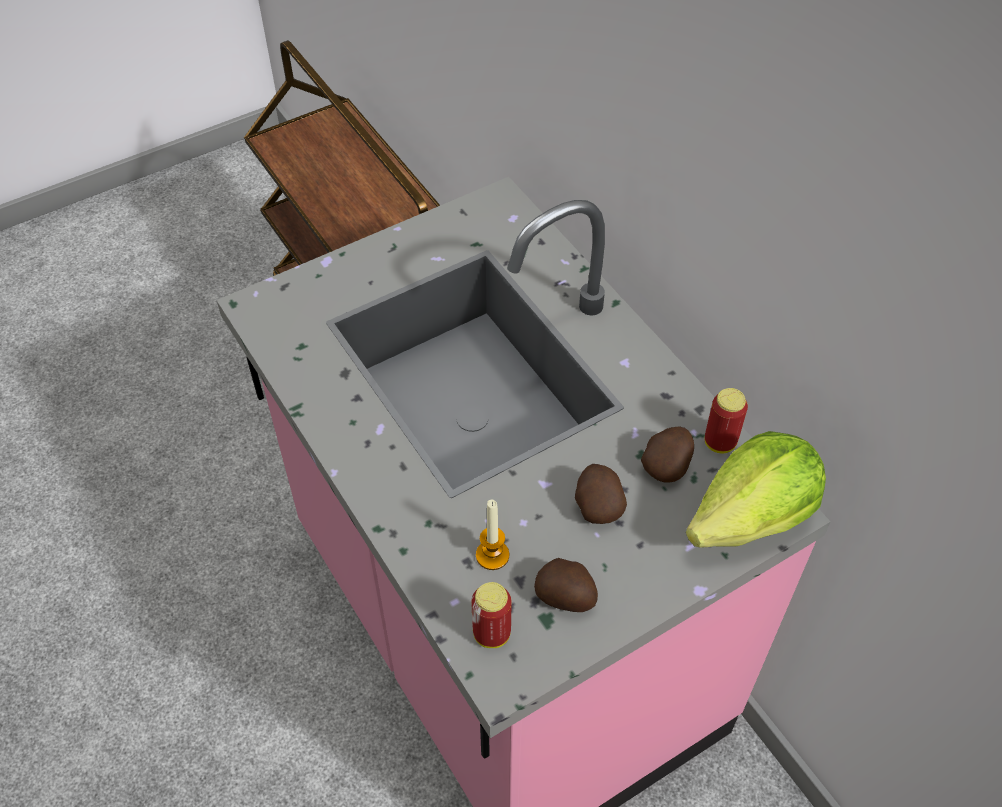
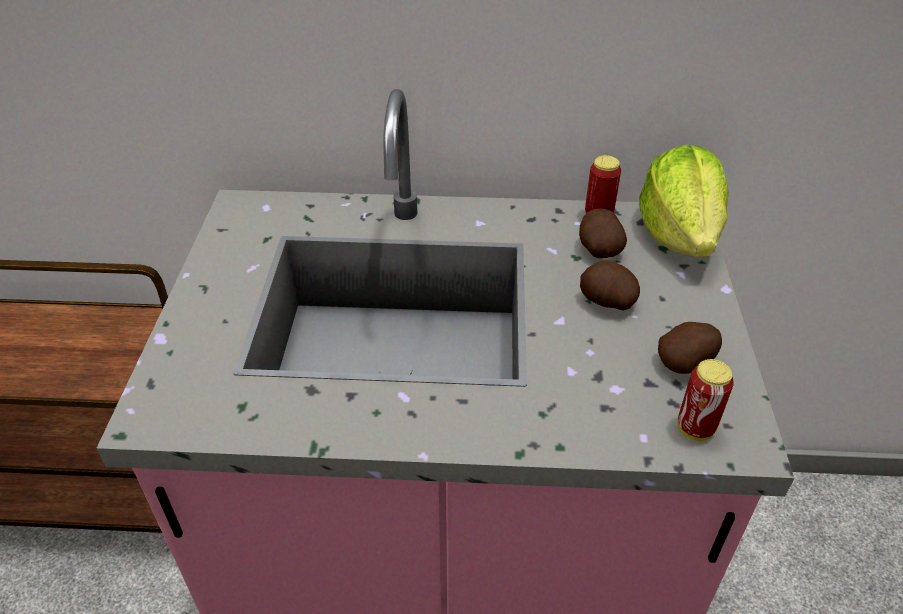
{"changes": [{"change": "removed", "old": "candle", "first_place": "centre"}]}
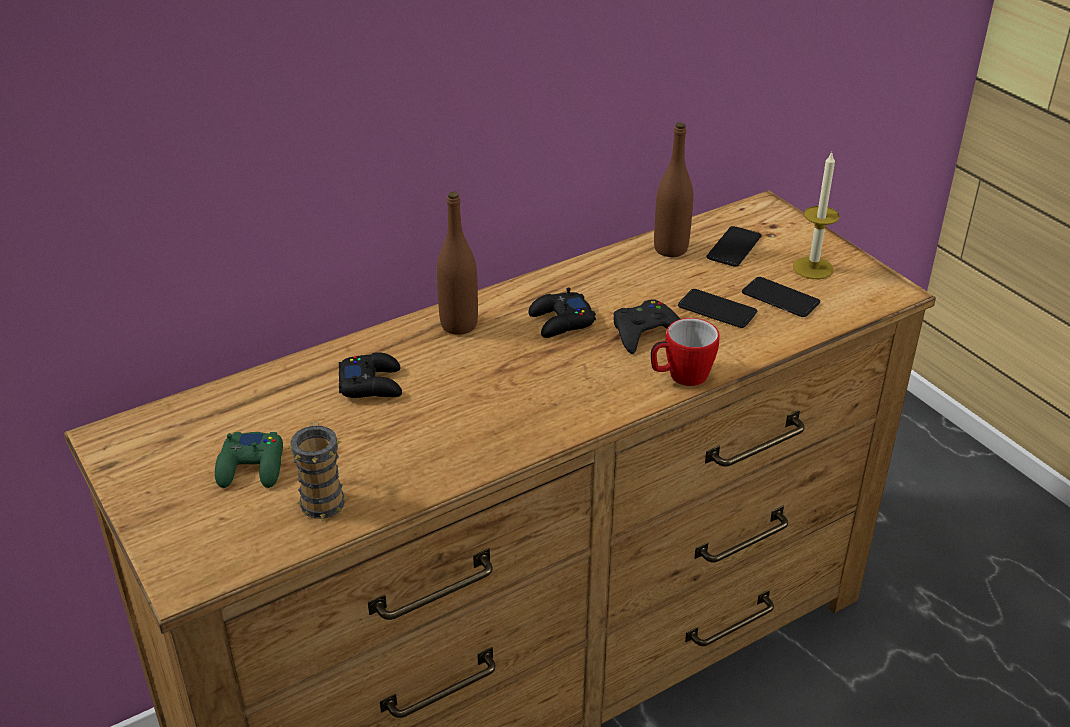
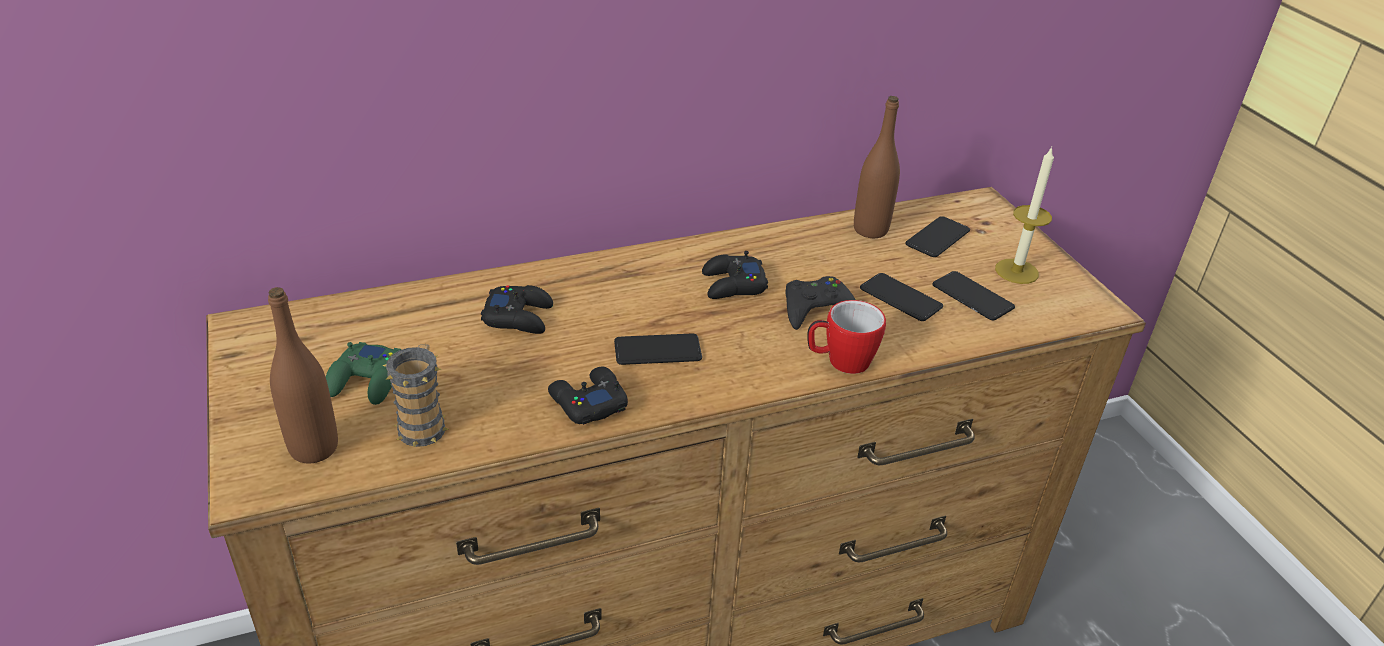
{"changes": [{"change": "moved", "old": "bottle (brown) (1st from left)", "first_place": "centre", "second_place": "middle left"}, {"change": "added", "new": "game controller (blackish) (2nd from left)", "second_place": "centre"}, {"change": "added", "new": "handset (1st from left)", "second_place": "centre"}]}
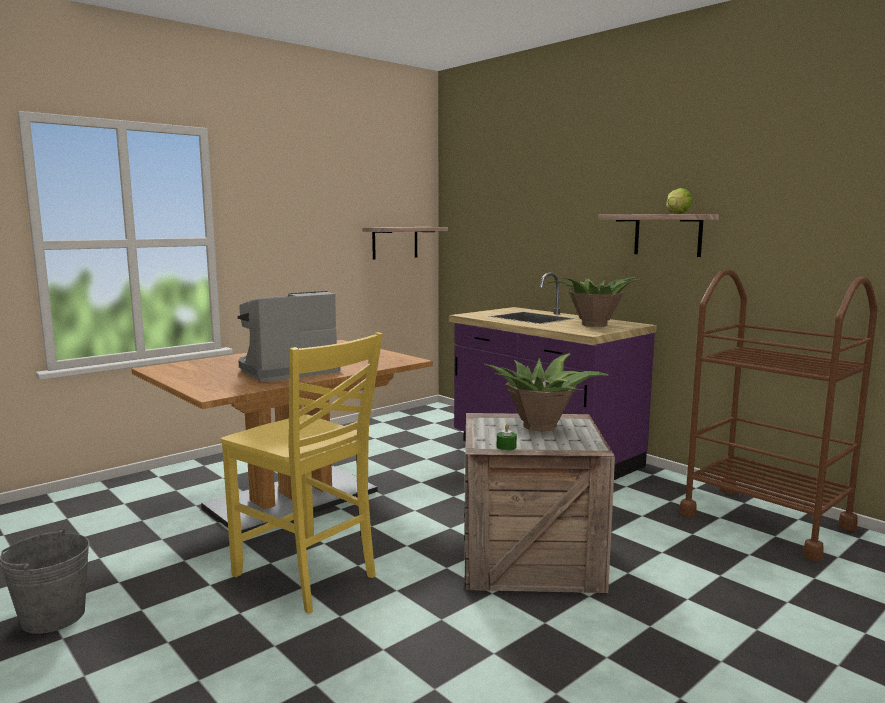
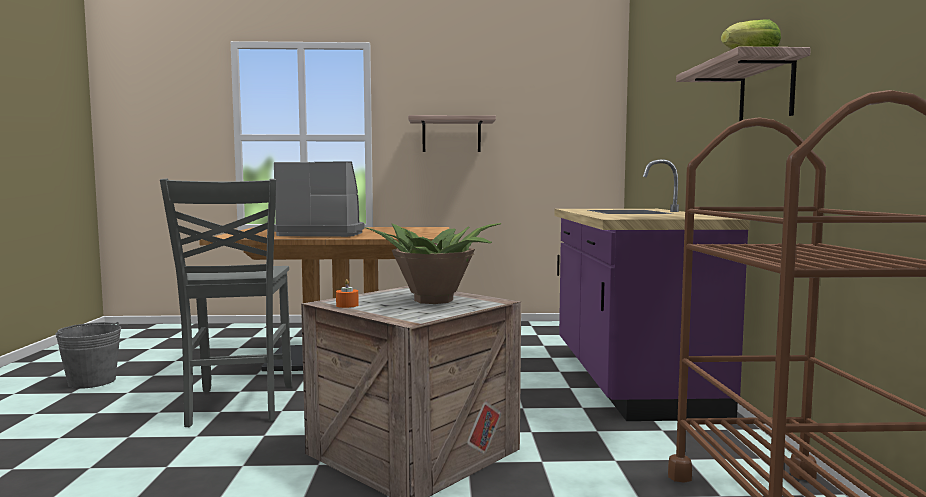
{"changes": [{"change": "recoloured", "old": "plain chair (yellow)", "new": "plain chair (greyish)", "first_place": "bottom centre", "second_place": "middle left"}, {"change": "recoloured", "old": "candle (green-coloured)", "new": "candle (orangey)", "first_place": "centre", "second_place": "centre"}, {"change": "moved", "old": "bracket shelf (1st from left)", "first_place": "centre", "second_place": "top centre"}, {"change": "removed", "old": "potted plant (2nd from left)", "first_place": "middle right"}]}
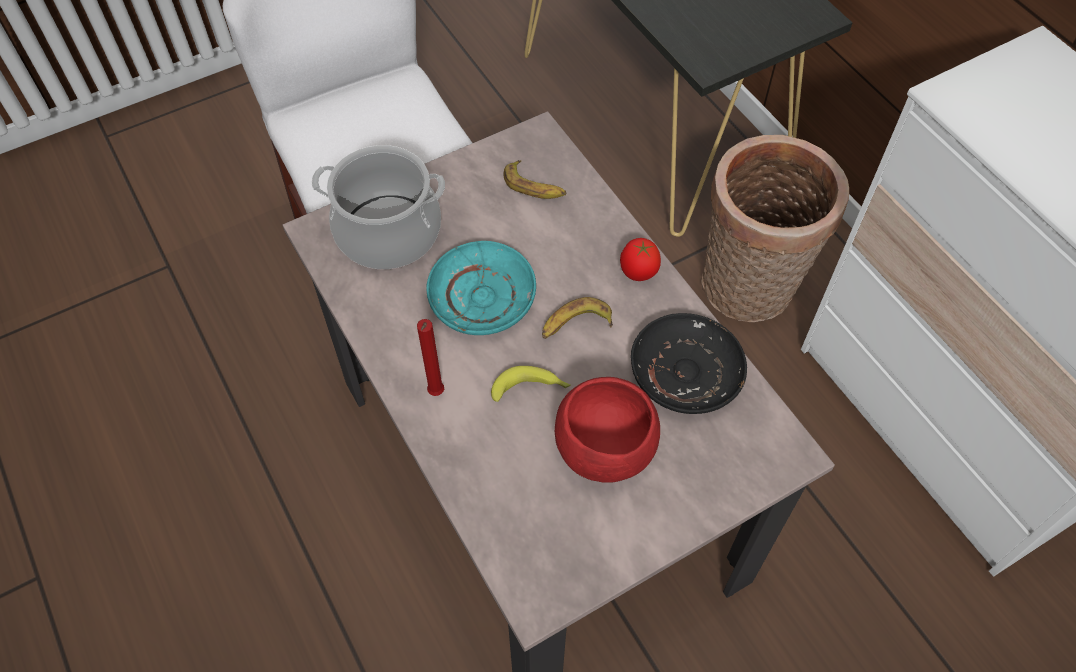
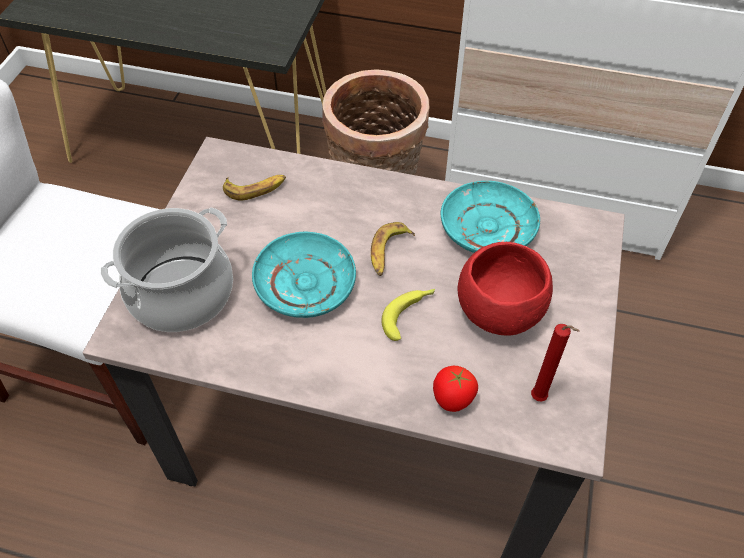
{"changes": [{"change": "moved", "old": "whole tomato", "first_place": "centre", "second_place": "bottom centre"}, {"change": "recoloured", "old": "dinner plate (blackish)", "new": "dinner plate (blue-green) (2nd from left)", "first_place": "centre", "second_place": "centre"}, {"change": "moved", "old": "candle (reddish)", "first_place": "centre", "second_place": "middle right"}]}
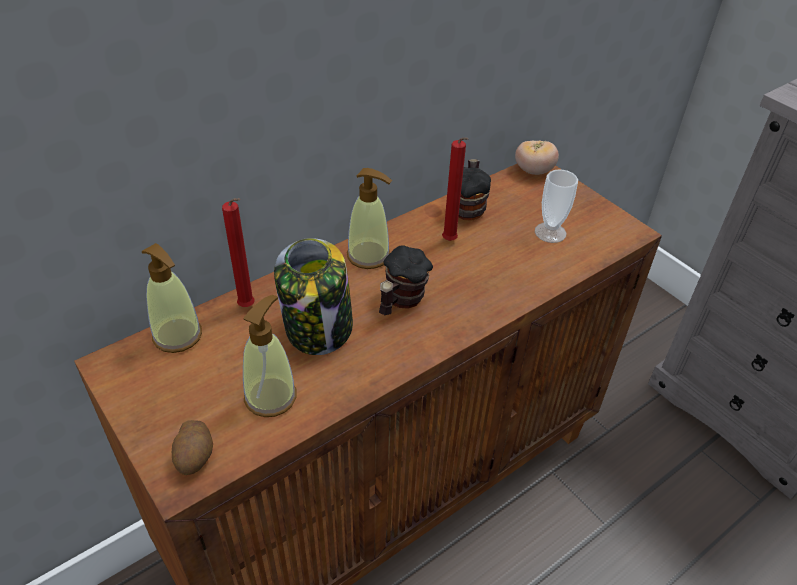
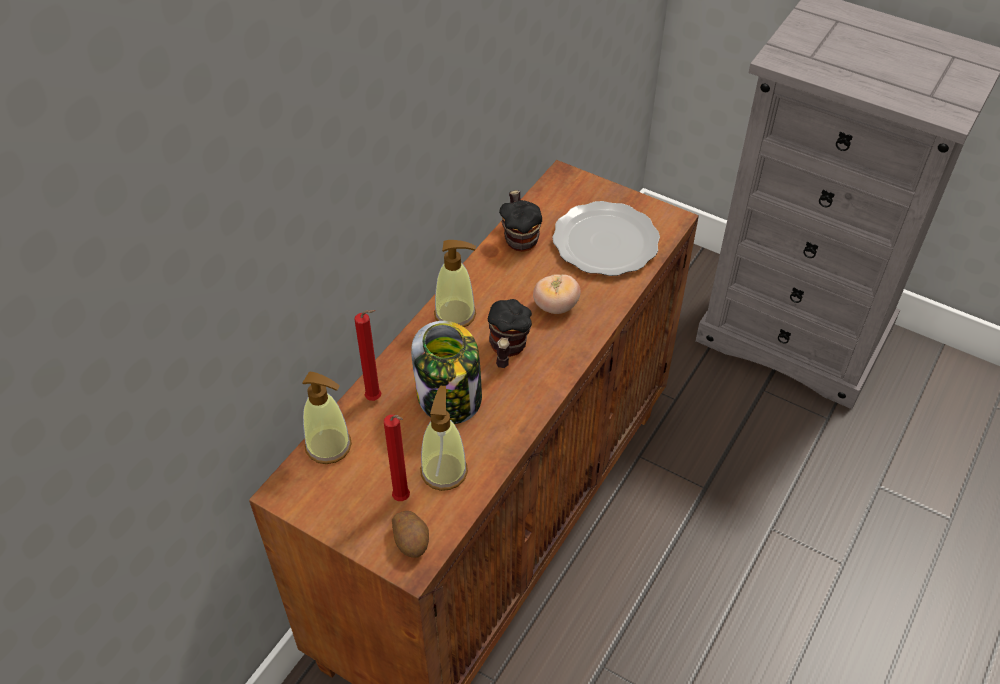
{"changes": [{"change": "moved", "old": "candle (reddish) (2nd from left)", "first_place": "top centre", "second_place": "bottom centre"}, {"change": "moved", "old": "whole tomato", "first_place": "top right", "second_place": "centre"}, {"change": "replaced", "old": "cup", "new": "dinner plate", "first_place": "middle right", "second_place": "centre"}]}
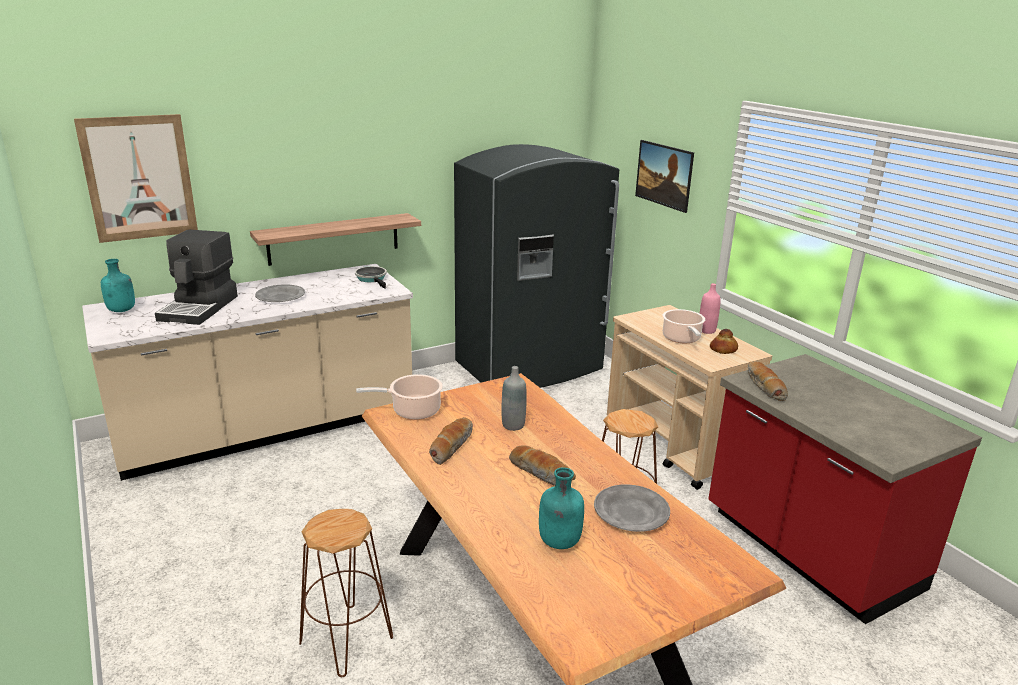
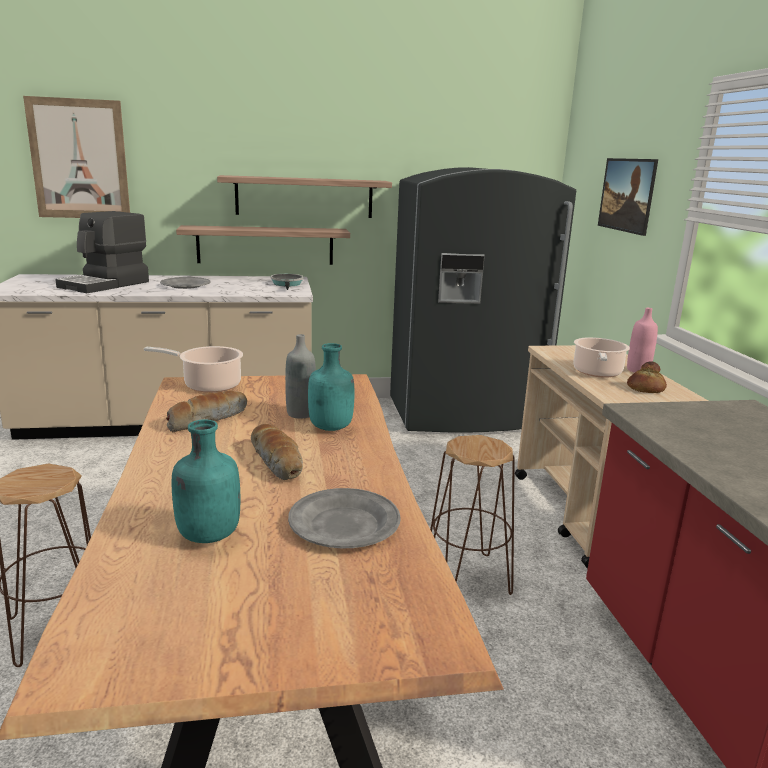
{"changes": [{"change": "added", "new": "bracket shelf (2nd from left)", "second_place": "top centre"}, {"change": "moved", "old": "bottle (blue-green) (1st from left in the first image)", "new": "bottle (blue-green) (2nd from left)", "first_place": "middle left", "second_place": "centre"}, {"change": "removed", "old": "baked bread (4th from left)", "first_place": "middle right"}]}
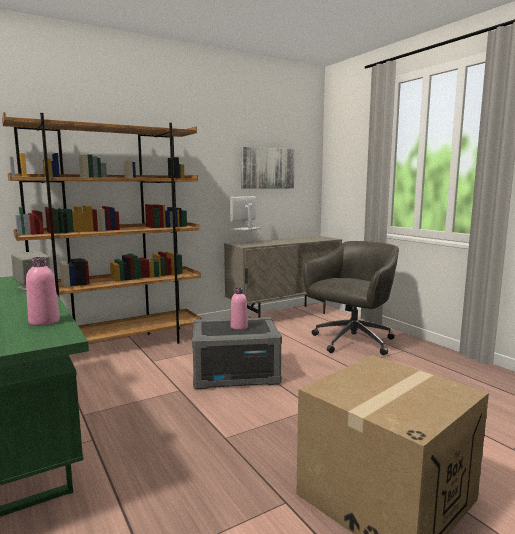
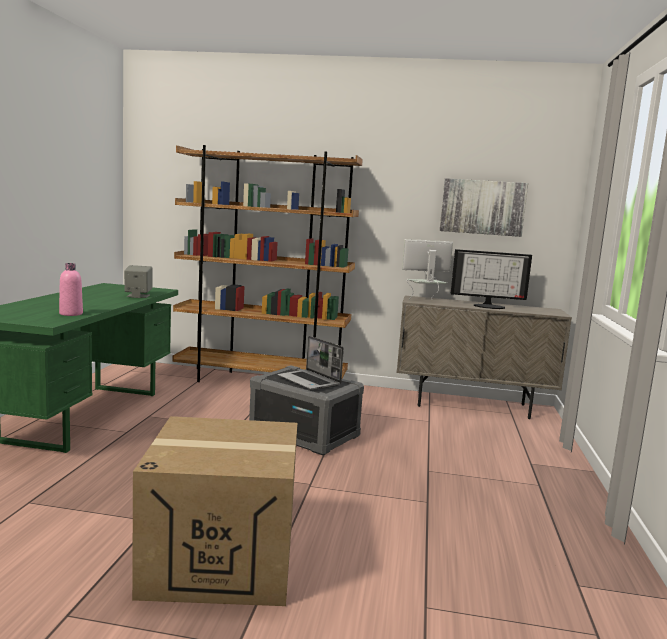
{"changes": [{"change": "replaced", "old": "bottle (pink-coloured) (2nd from left)", "new": "notebook computer", "first_place": "centre", "second_place": "centre"}, {"change": "added", "new": "computer screen (2nd from left)", "second_place": "middle right"}, {"change": "removed", "old": "office chair (greyish)", "first_place": "middle right"}]}
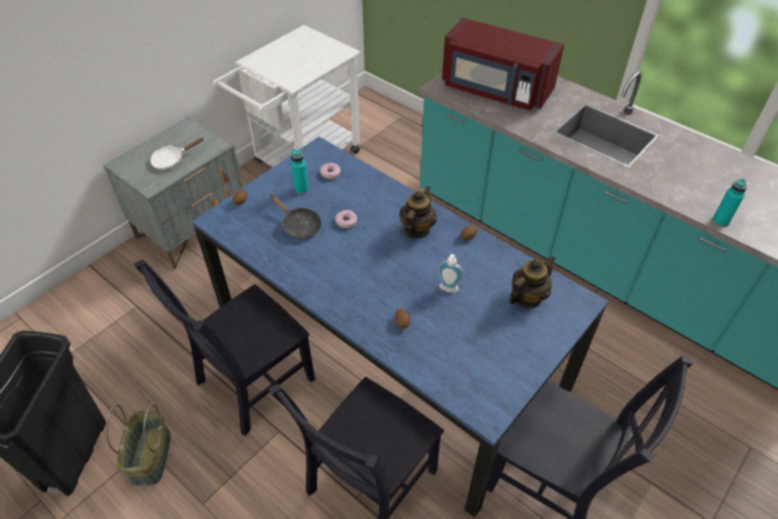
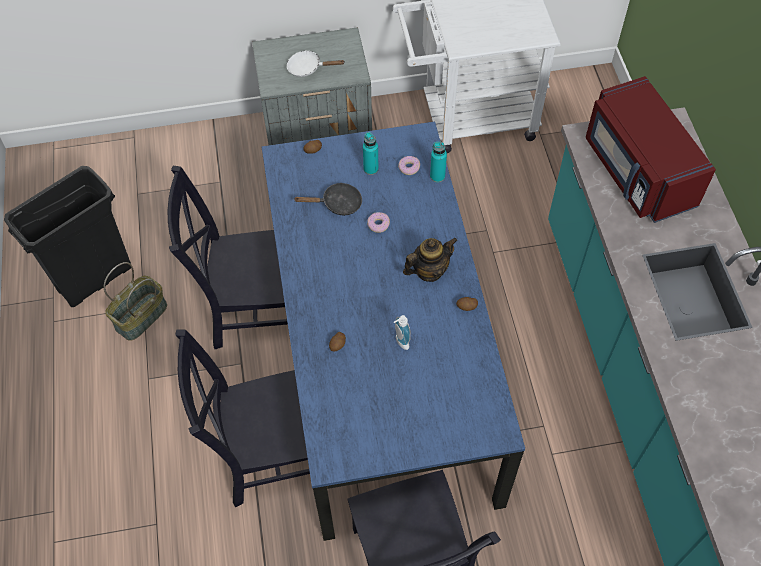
{"changes": [{"change": "turned", "old": "pan (blackish)", "first_place": "centre", "second_place": "centre", "degrees": -90}, {"change": "moved", "old": "bottle (blue-green) (2nd from left)", "first_place": "middle right", "second_place": "top centre"}, {"change": "removed", "old": "tea pot (2nd from left)", "first_place": "middle right"}]}
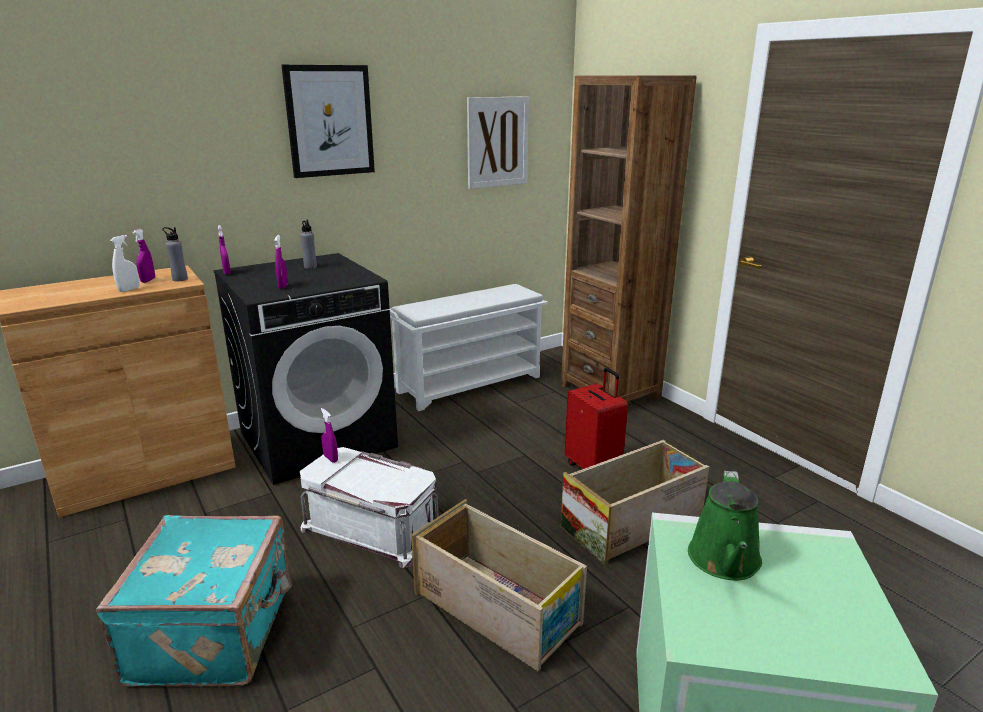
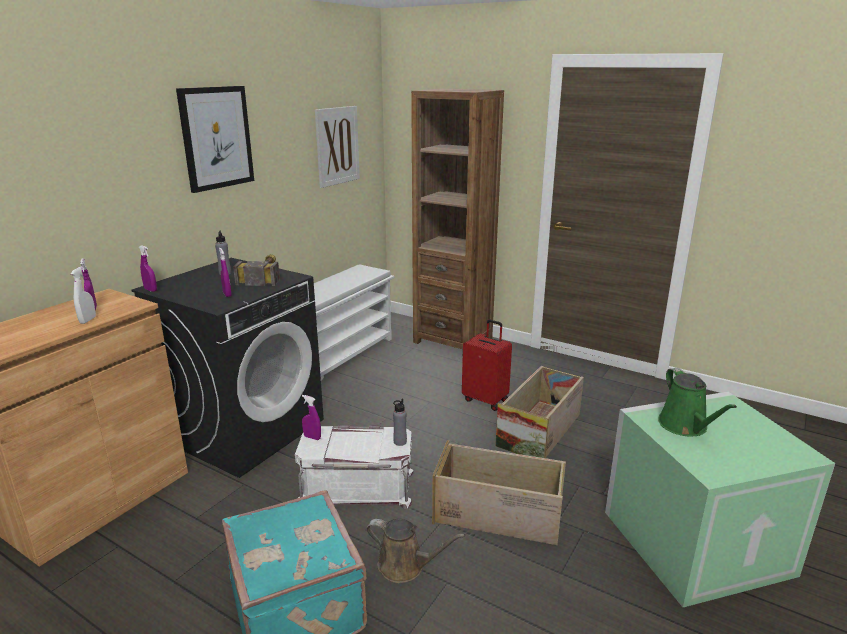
{"changes": [{"change": "added", "new": "hammer", "second_place": "middle left"}, {"change": "added", "new": "watering can (brown)", "second_place": "bottom centre"}, {"change": "moved", "old": "bottle (greyish) (1st from left in the first image)", "new": "bottle (greyish) (2nd from left)", "first_place": "middle left", "second_place": "centre"}]}
